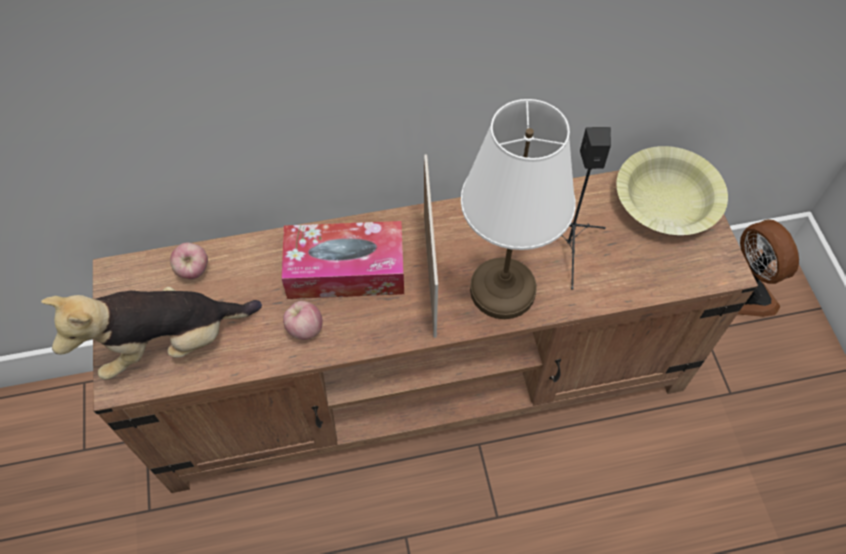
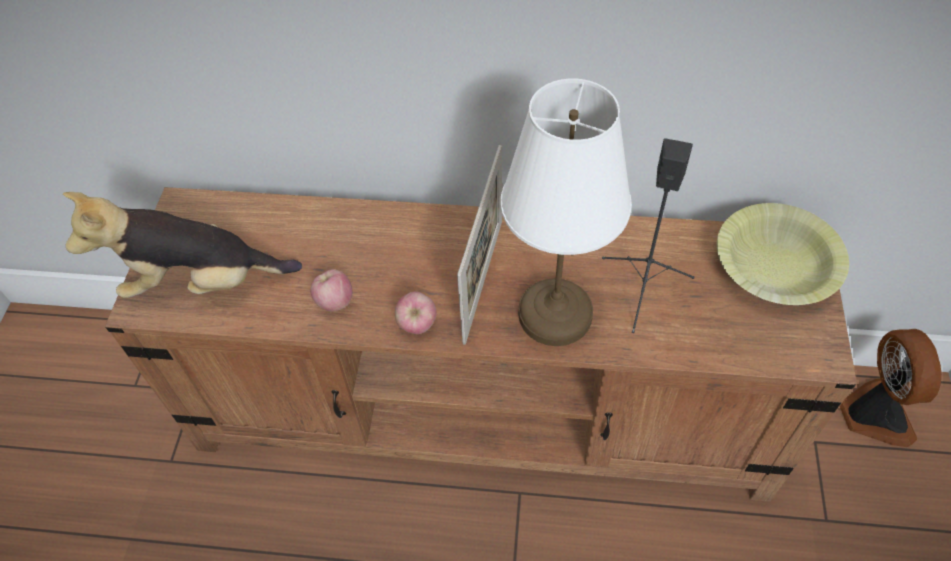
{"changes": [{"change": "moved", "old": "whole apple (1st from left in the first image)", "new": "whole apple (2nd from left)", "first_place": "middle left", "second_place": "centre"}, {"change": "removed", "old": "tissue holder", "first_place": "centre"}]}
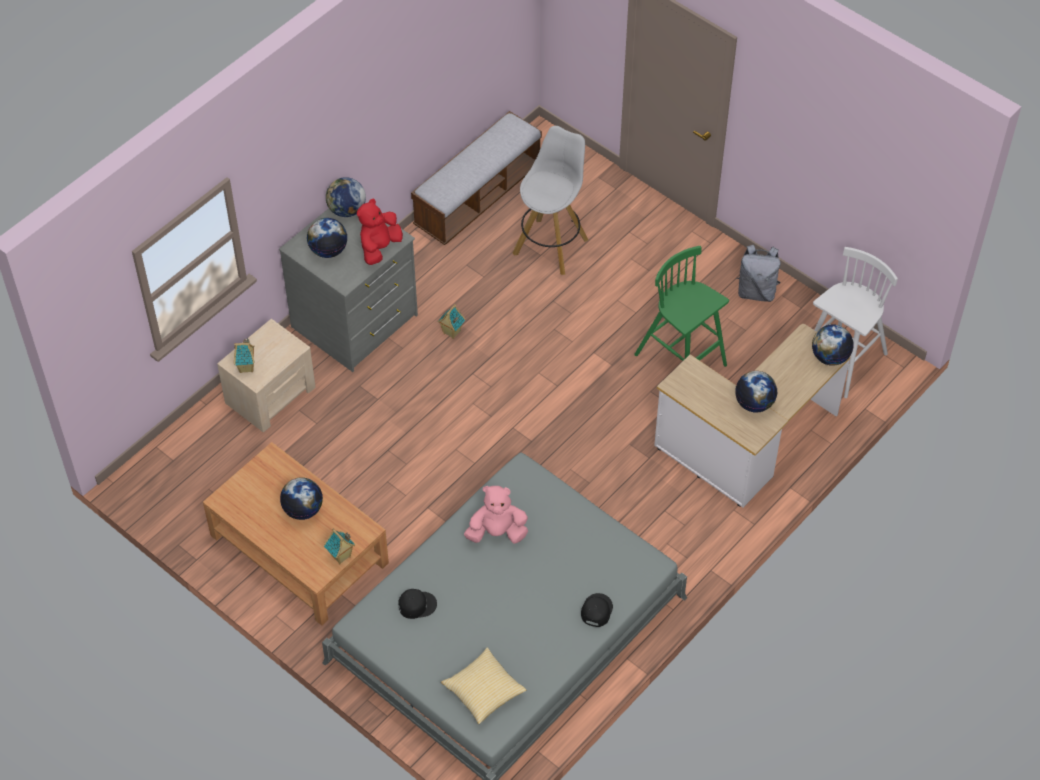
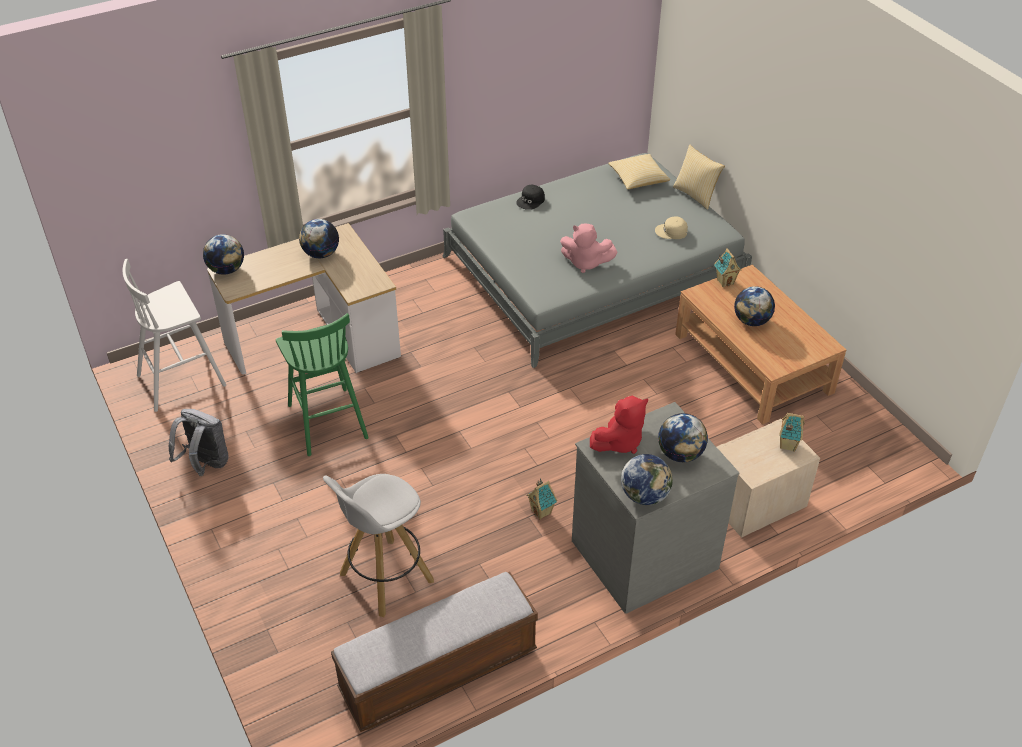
{"changes": [{"change": "recoloured", "old": "baseball cap (blackish) (1st from left)", "new": "baseball cap (sand-coloured)", "first_place": "bottom centre", "second_place": "top centre"}, {"change": "added", "new": "pillow (2nd from left)", "second_place": "top right"}]}
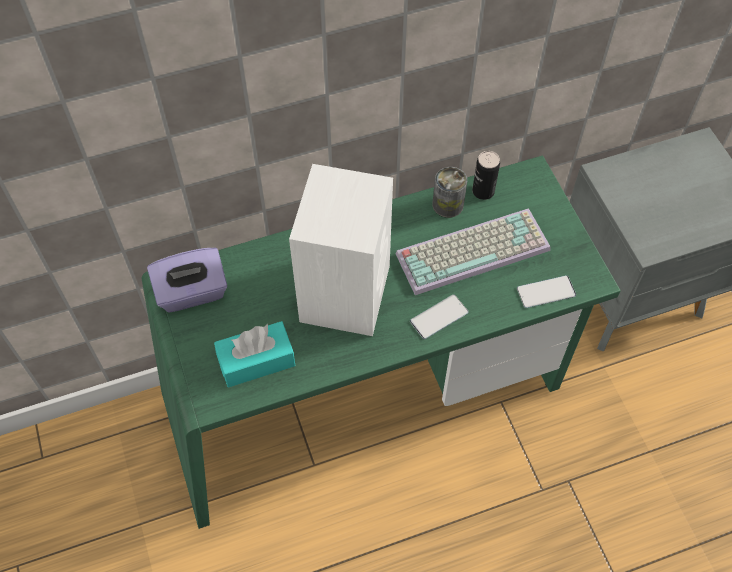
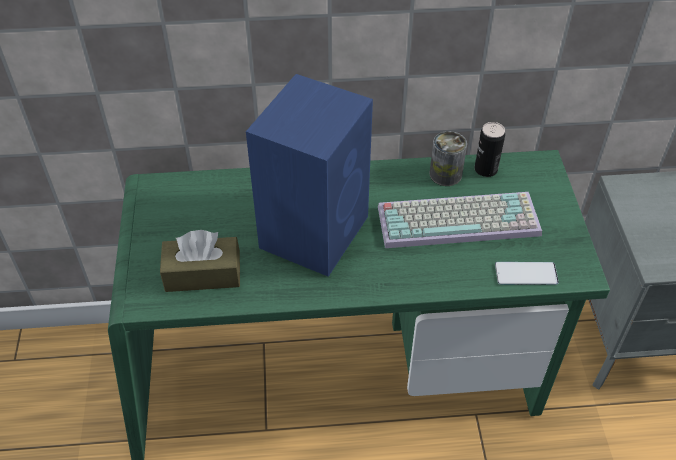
{"changes": [{"change": "recoloured", "old": "tissue holder (blue-green)", "new": "tissue holder (brown)", "first_place": "centre", "second_place": "middle left"}, {"change": "recoloured", "old": "loudspeaker (white-coloured)", "new": "loudspeaker (blue-coloured)", "first_place": "centre", "second_place": "centre"}, {"change": "removed", "old": "tissue holder (purplish)", "first_place": "middle left"}, {"change": "removed", "old": "handset (1st from left)", "first_place": "centre"}]}
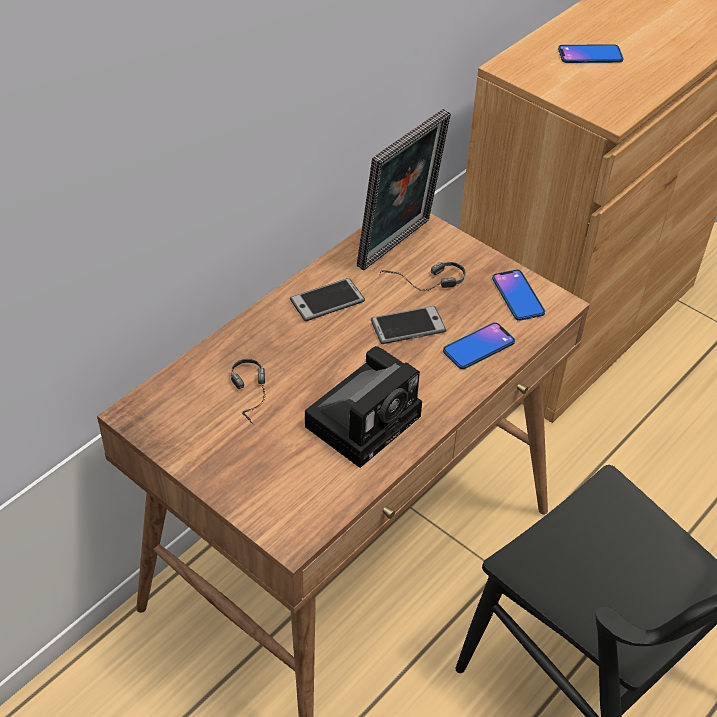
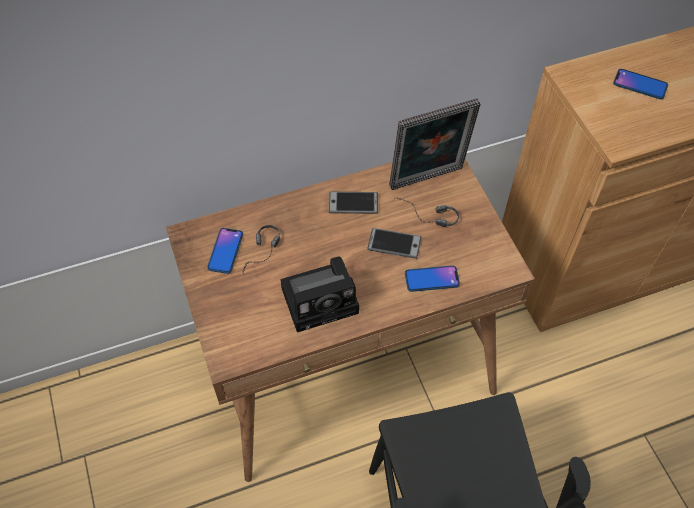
{"changes": [{"change": "moved", "old": "handset (4th from left in the first image)", "new": "handset (1st from left)", "first_place": "middle right", "second_place": "middle left"}]}
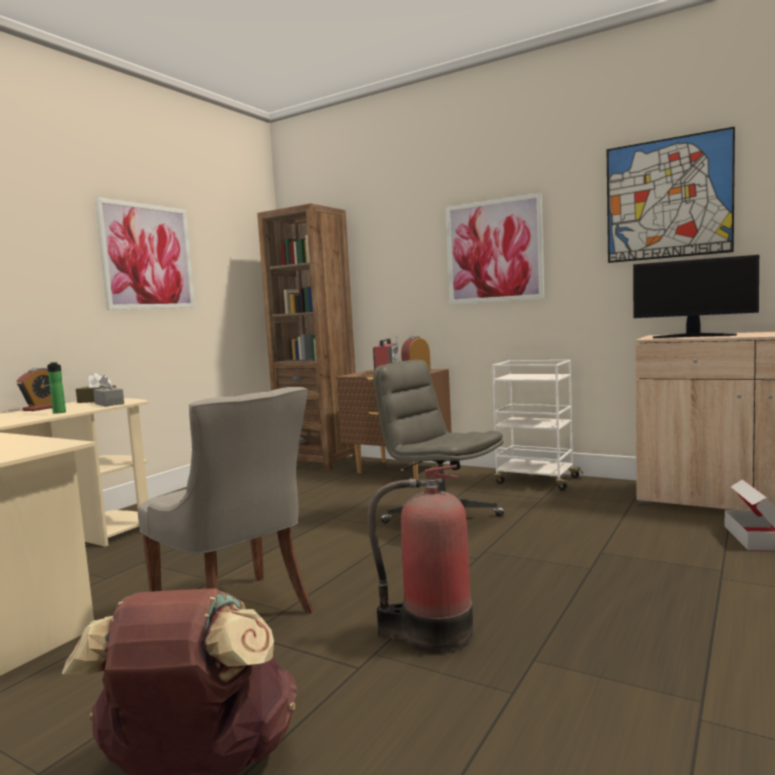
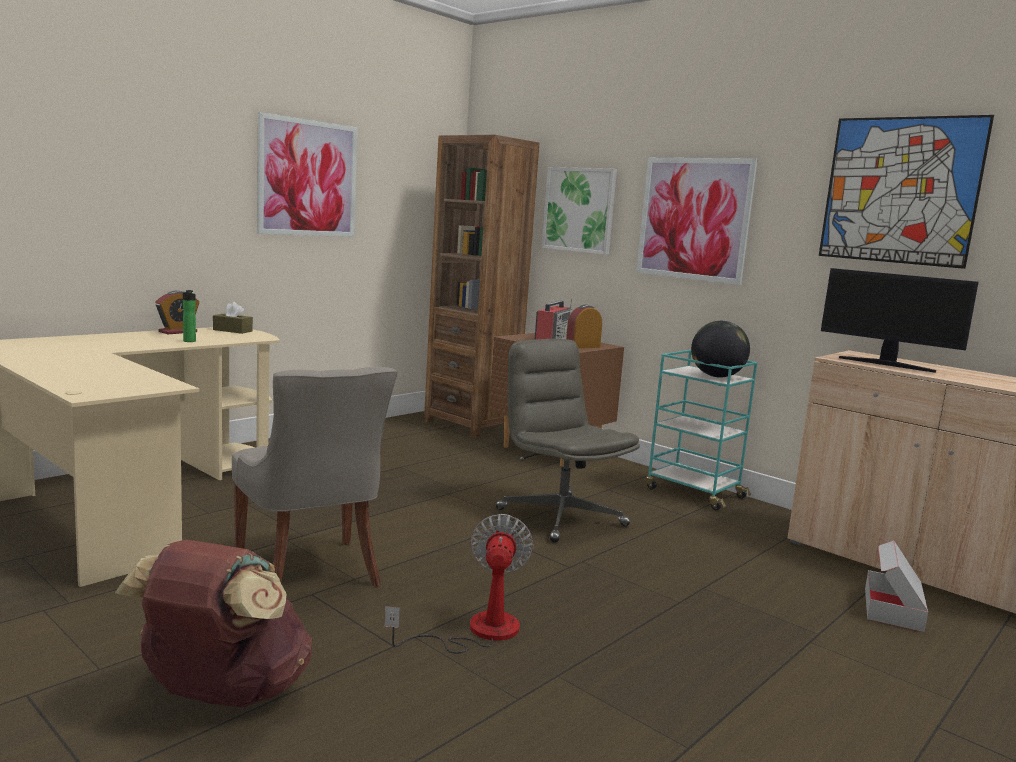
{"changes": [{"change": "replaced", "old": "fire extinguisher", "new": "electric fan", "first_place": "bottom centre", "second_place": "bottom centre"}, {"change": "added", "new": "wall art (2nd from left)", "second_place": "top centre"}, {"change": "recoloured", "old": "trolley (white-coloured)", "new": "trolley (blue-green)", "first_place": "middle right", "second_place": "middle right"}, {"change": "added", "new": "globe", "second_place": "middle right"}, {"change": "removed", "old": "tissue holder (greyish)", "first_place": "middle left"}]}
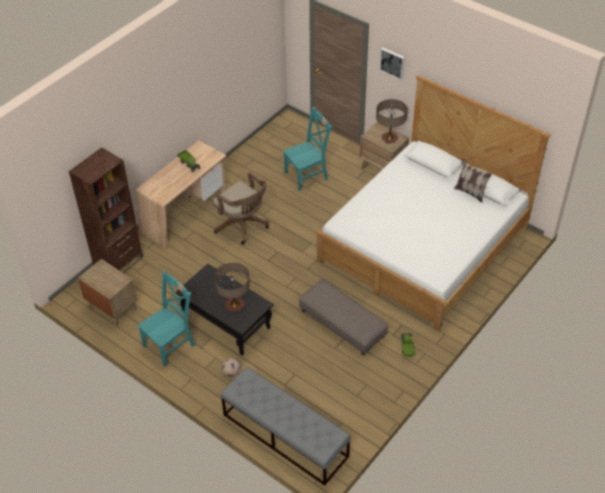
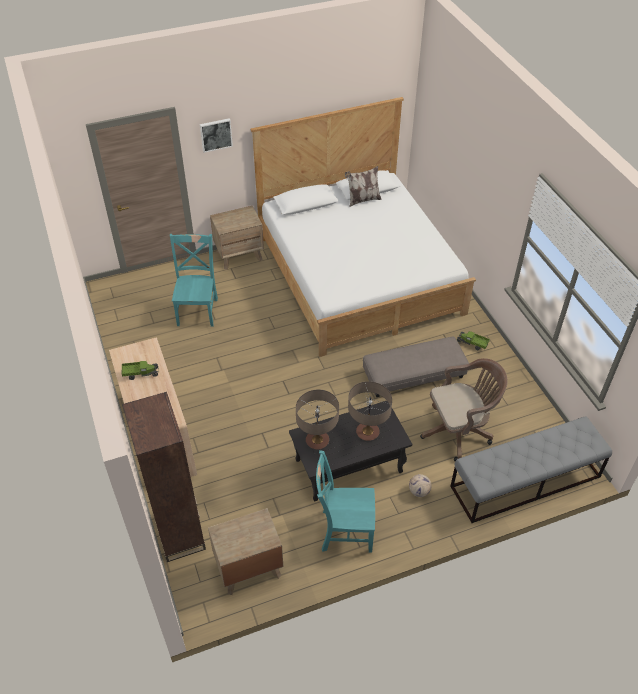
{"changes": [{"change": "moved", "old": "lamp for a table (2nd from left in the first image)", "new": "lamp for a table (1st from left)", "first_place": "top centre", "second_place": "centre"}, {"change": "turned", "old": "plain chair (blue-green) (1st from left in the first image)", "first_place": "middle left", "second_place": "bottom centre", "degrees": -75}, {"change": "moved", "old": "office chair (brown)", "first_place": "centre", "second_place": "middle right"}]}
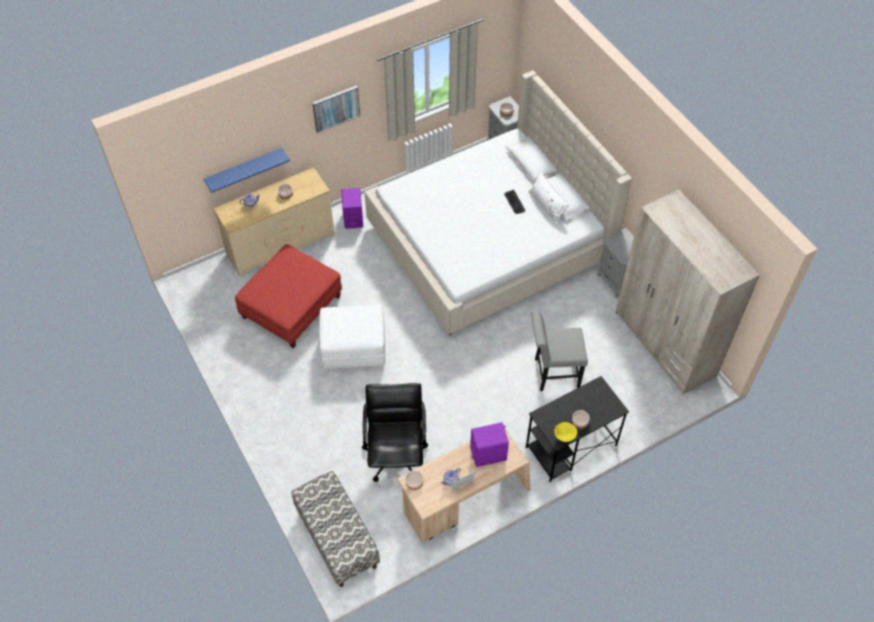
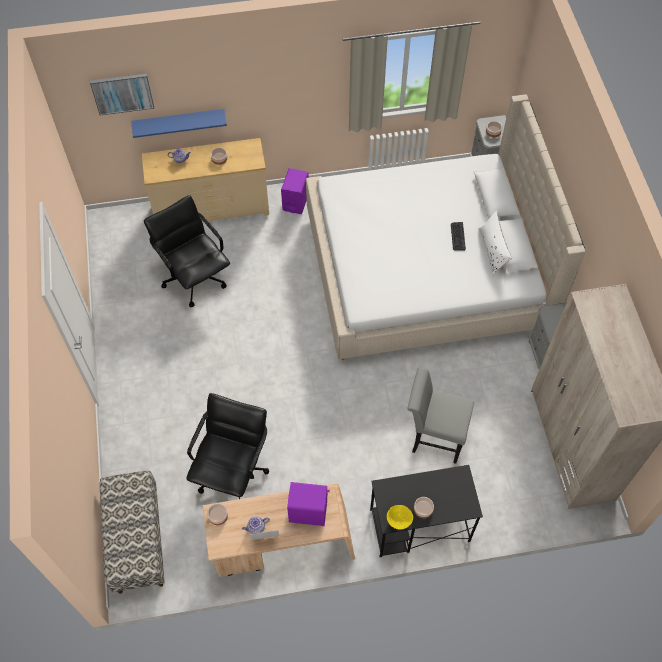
{"changes": [{"change": "moved", "old": "wall art", "first_place": "top centre", "second_place": "top left"}, {"change": "replaced", "old": "ottoman (reddish)", "new": "office chair (blackish) (1st from left)", "first_place": "middle left", "second_place": "middle left"}, {"change": "removed", "old": "ottoman (white-coloured)", "first_place": "centre"}]}
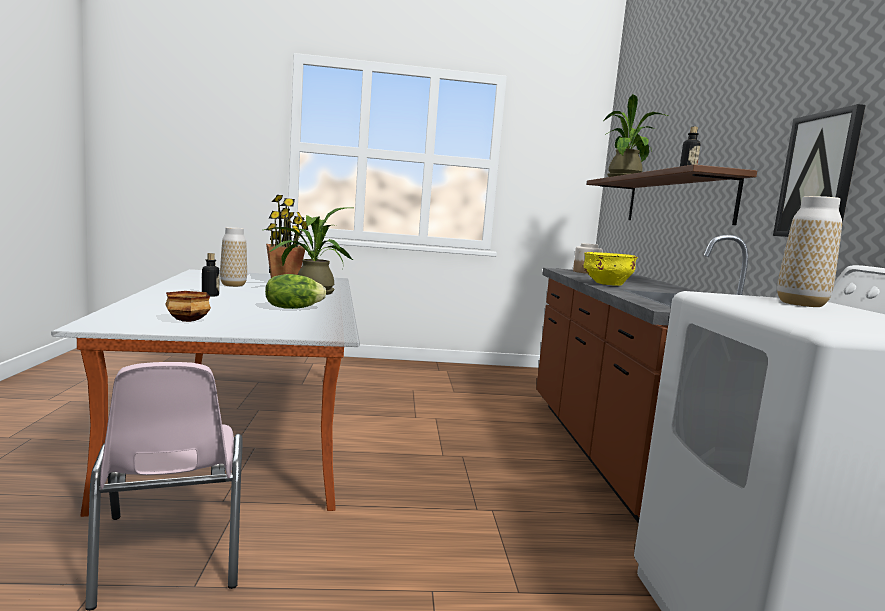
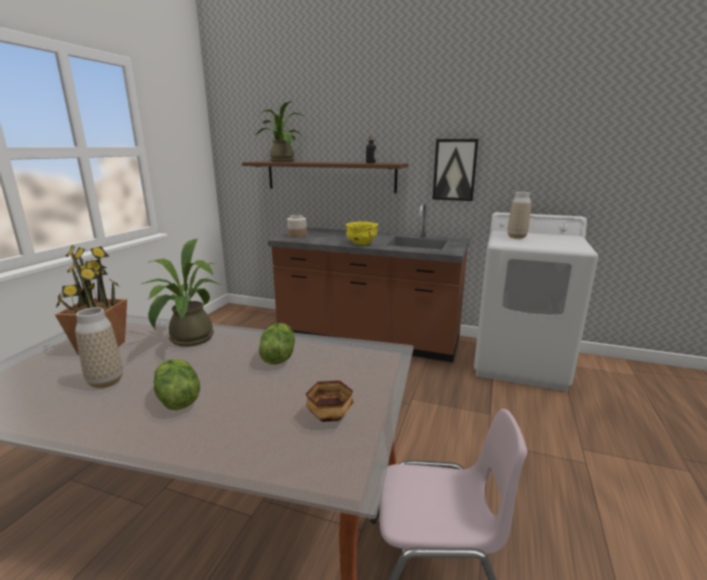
{"changes": [{"change": "replaced", "old": "bottle (1st from left)", "new": "head of lettuce (1st from left)", "first_place": "middle left", "second_place": "middle left"}]}
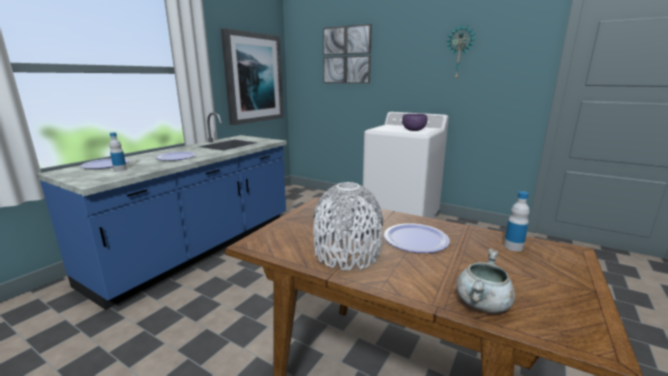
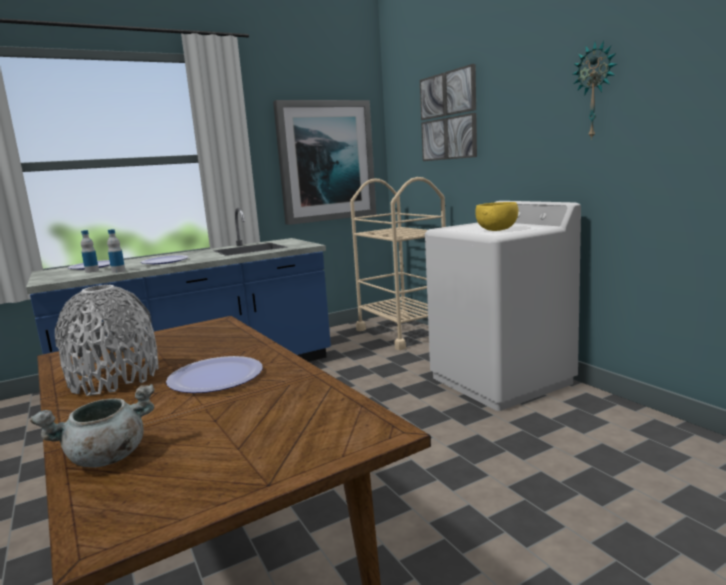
{"changes": [{"change": "moved", "old": "bottle (2nd from left)", "first_place": "middle right", "second_place": "middle left"}, {"change": "added", "new": "trolley (sand-coloured)", "second_place": "centre"}, {"change": "recoloured", "old": "deep dish (purplish)", "new": "deep dish (yellow)", "first_place": "top centre", "second_place": "middle right"}]}
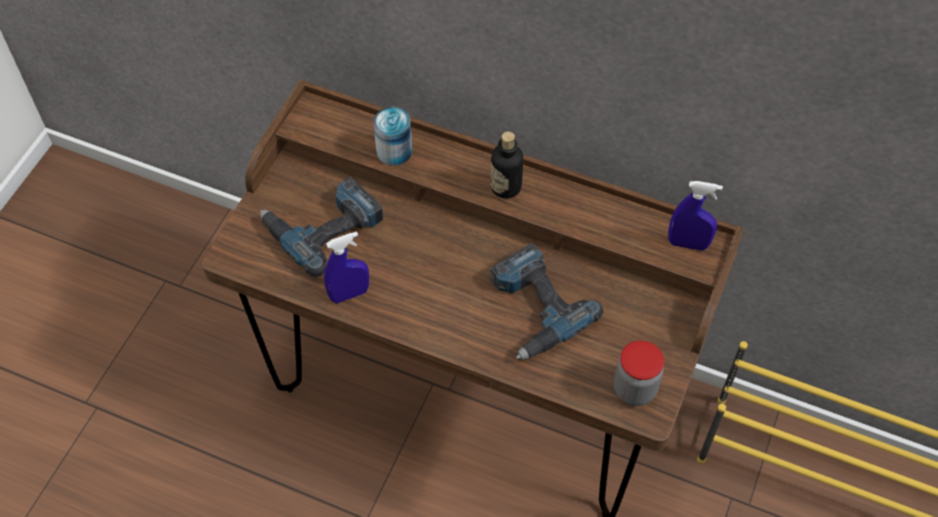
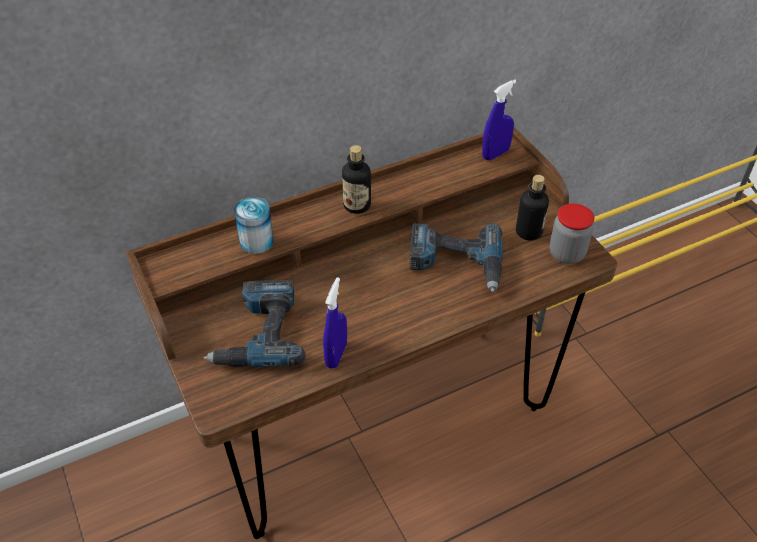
{"changes": [{"change": "added", "new": "bottle (2nd from left)", "second_place": "middle right"}]}
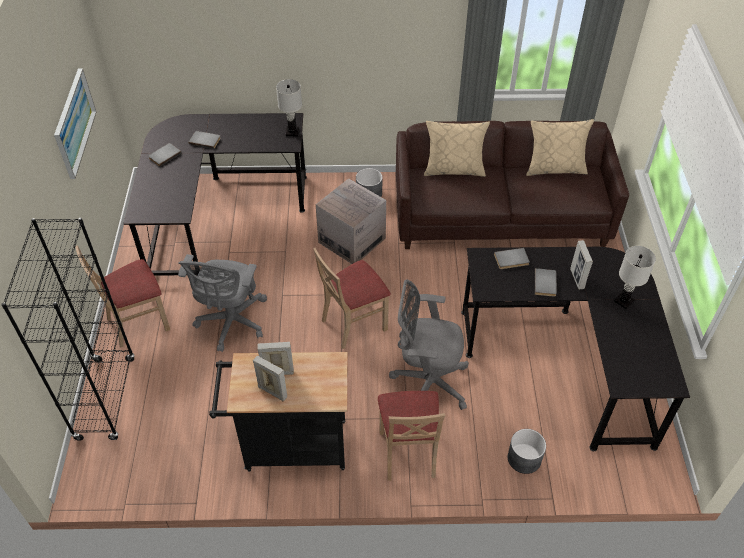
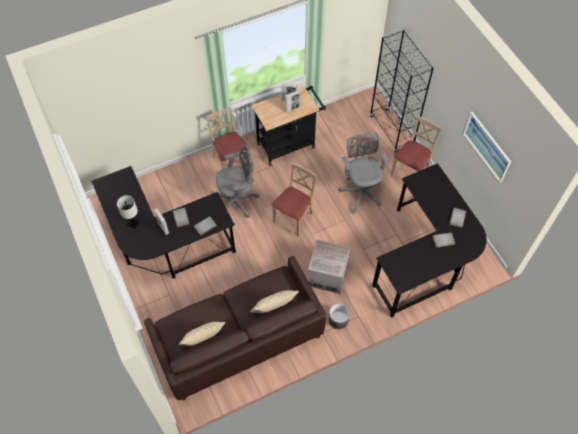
{"changes": [{"change": "removed", "old": "lamp for a table (white-coloured) (1st from left)", "first_place": "top centre"}, {"change": "removed", "old": "plant pot (greyish) (2nd from left)", "first_place": "bottom right"}]}
